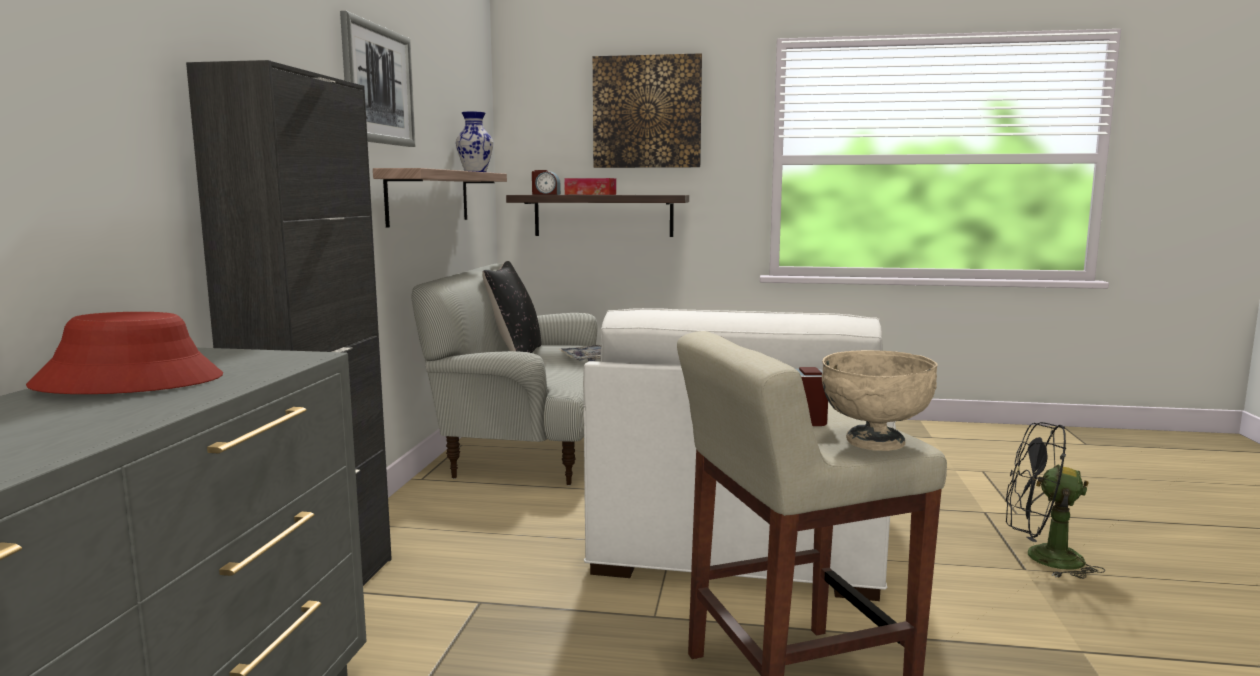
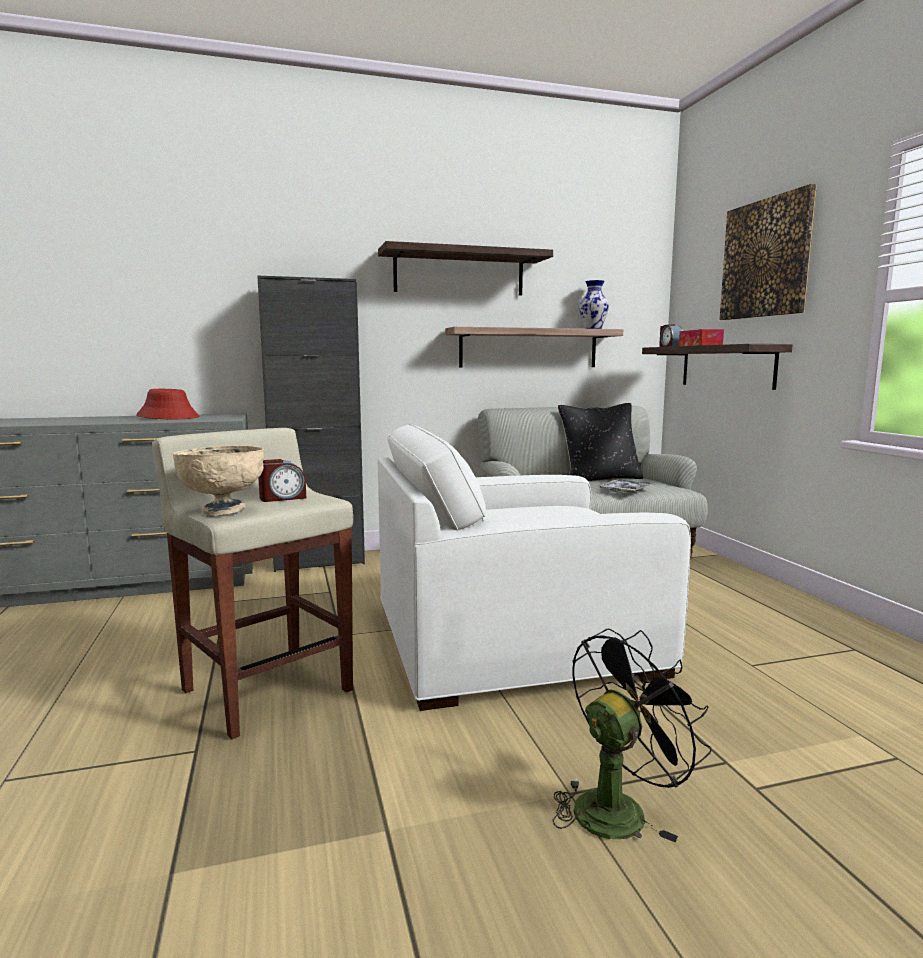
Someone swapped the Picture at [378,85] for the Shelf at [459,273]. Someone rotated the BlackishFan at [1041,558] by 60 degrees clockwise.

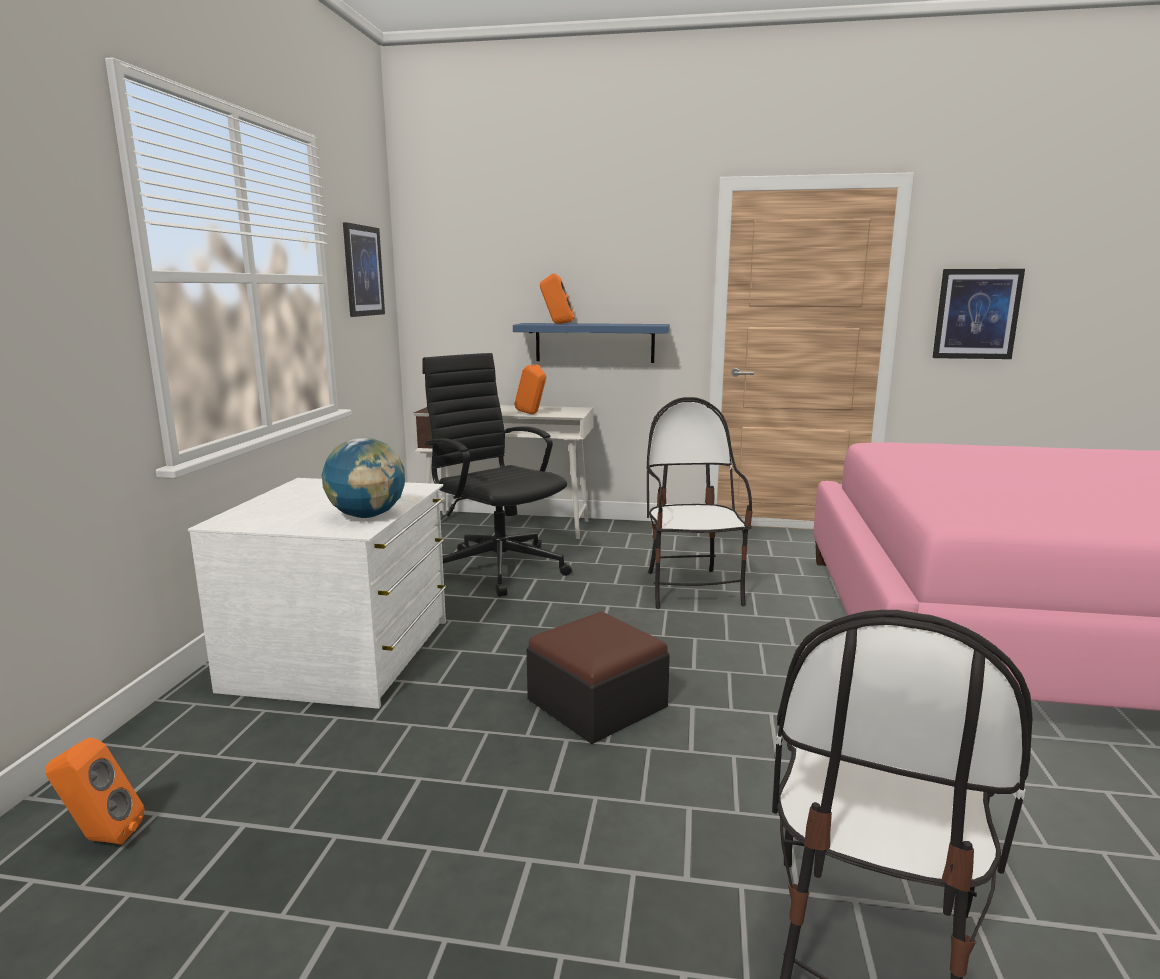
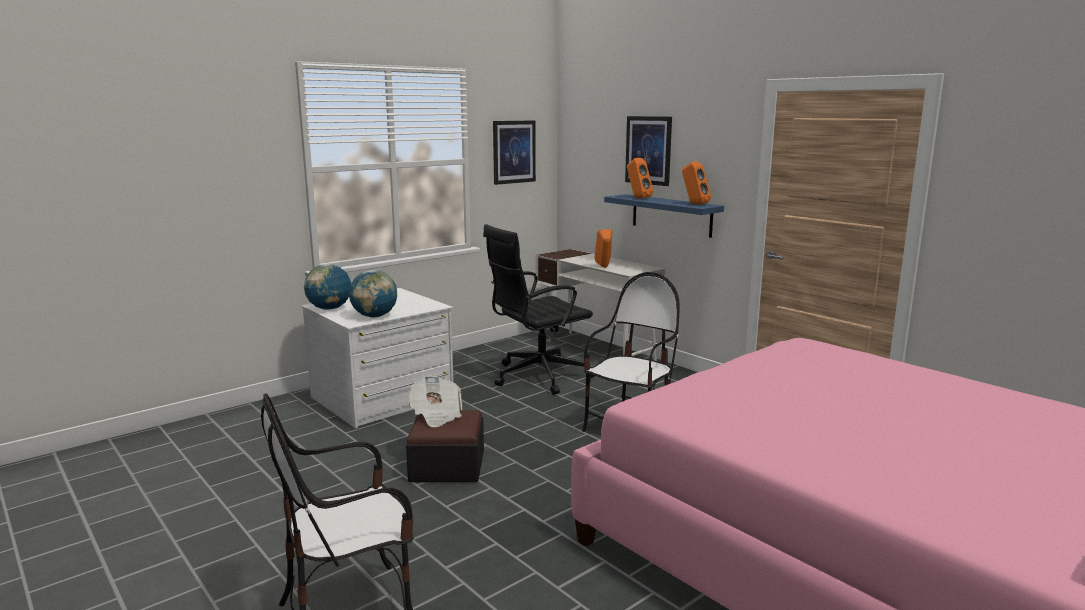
Someone put down the Globe at [329,308]. Someone put down the DailyPaper at [436,415]. Someone carried the OrangeAudioSpeaker from [101,838] to [694,204]. Someone carried the Picture from [976,314] to [648,150]. Someone rotated the BlackishOfficeChair at [498,567] by 120 degrees counterclockwise.

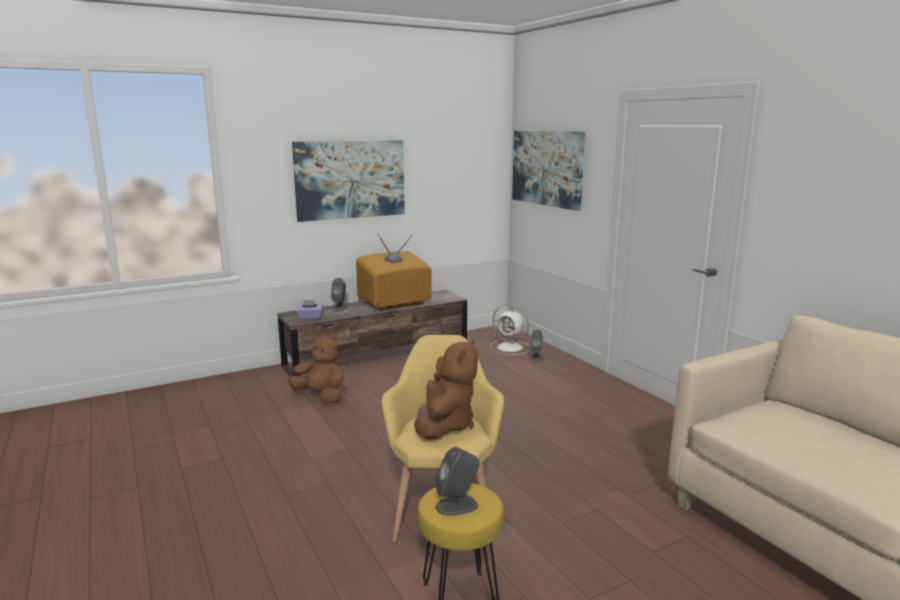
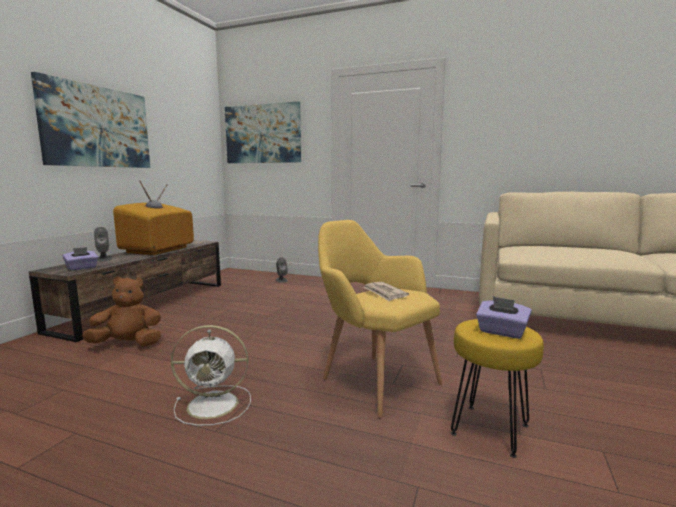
Someone carried the WhitishFan from [511,348] to [215,404]. Someone swapped the BrownColouredPlushToy at [445,425] for the DailyPaper at [384,293]. Someone swapped the GreyishAudioSpeaker at [457,505] for the PurplishBoxOfTissues at [501,332].

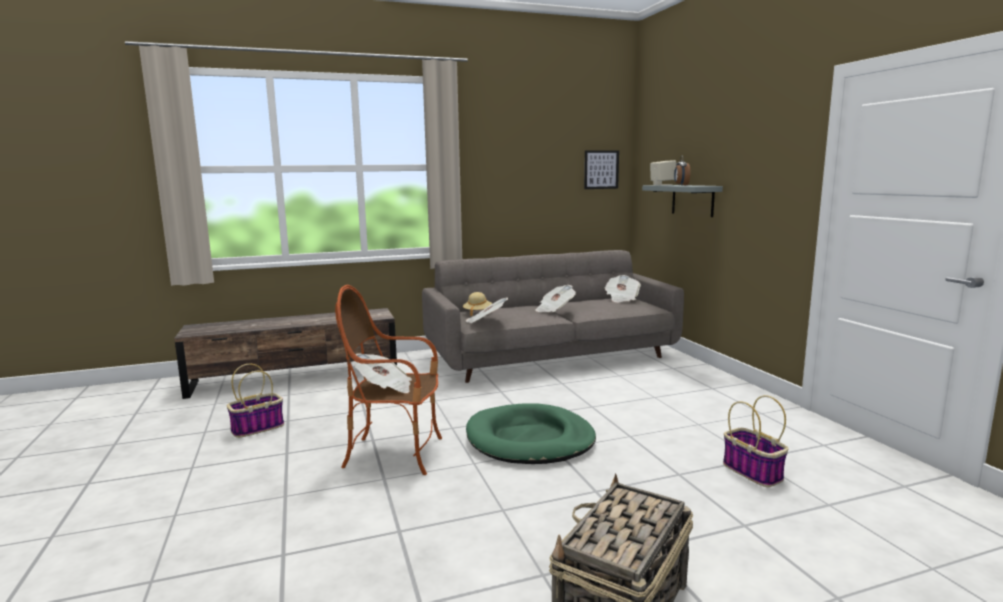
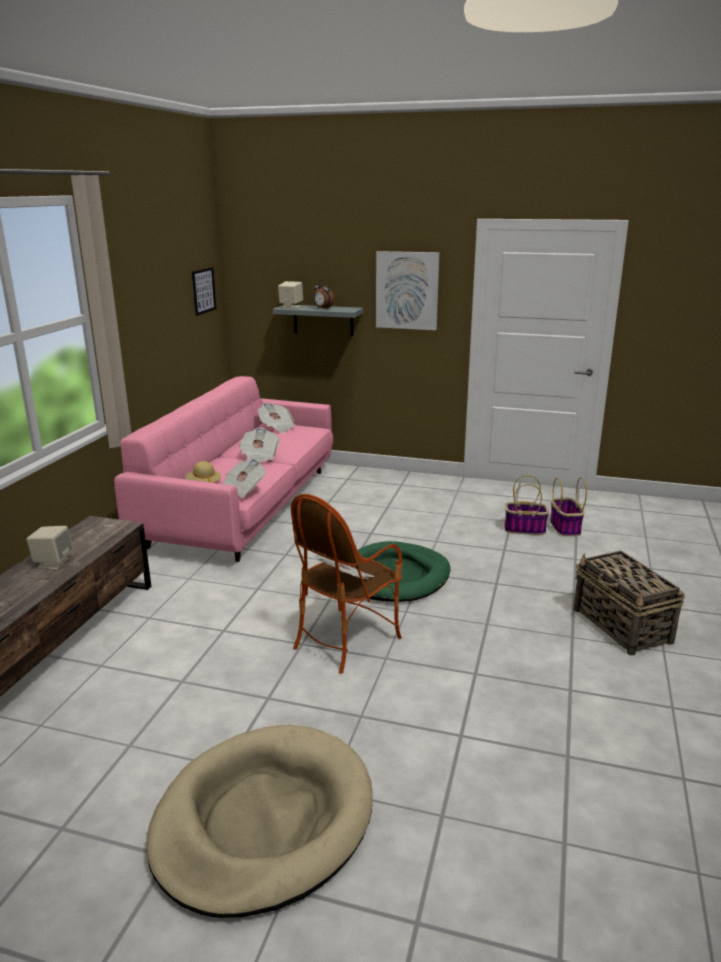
Someone put down the SandColouredAudioSpeaker at [53,563]. Someone put down the SandColouredDogCushion at [263,821]. Someone put up the Picture at [407,290]. Someone carried the StorageBasket from [258,428] to [564,527]. Someone repainted the GreyishSofa at [552,357], which became the PinkSofa at [244,506].

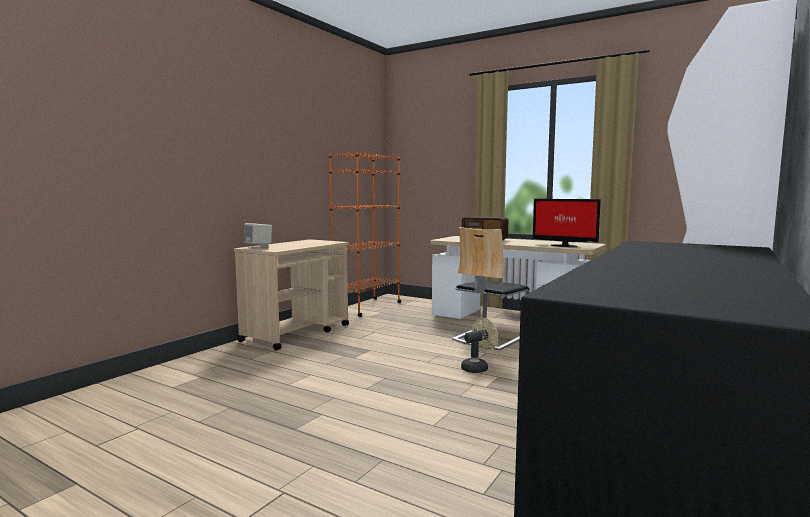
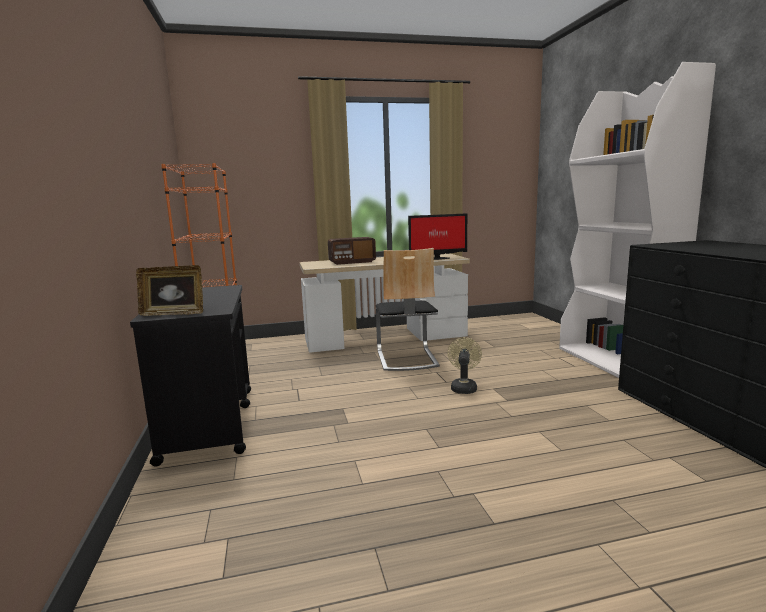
Someone swapped the SandColouredAudioSpeaker at [258,248] for the StandingFrame at [173,313]. Someone repainted the SandColouredWheeledCart at [297,333], which became the BlackishWheeledCart at [210,422].

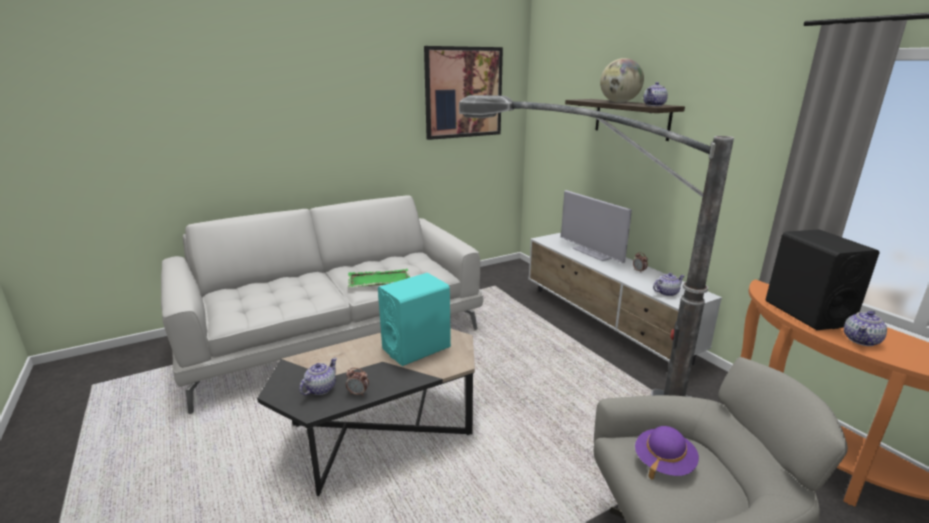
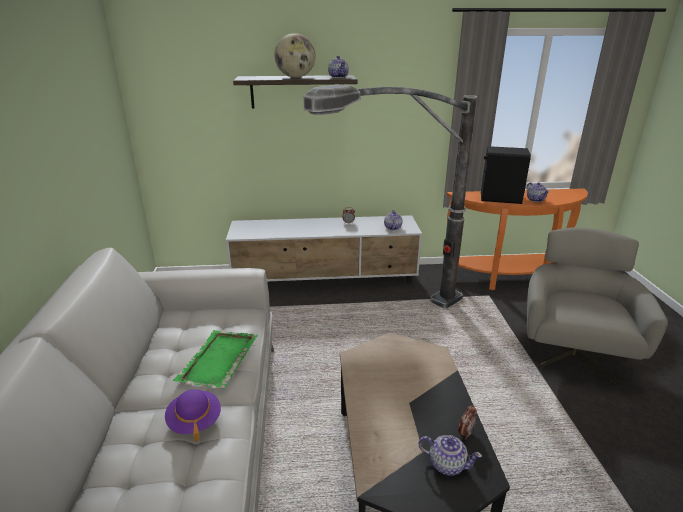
Someone took away the BlueGreenAudioSpeaker at [416,348]. Someone took away the Picture at [463,93]. Someone took away the TvSet at [592,253]. Someone carried the PurplishHat from [663,462] to [194,421]. Someone rotated the PotForTea at [320,389] by 150 degrees clockwise.

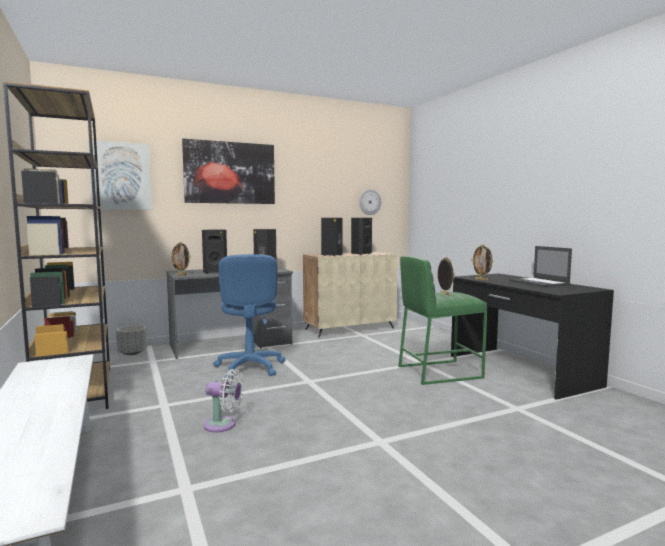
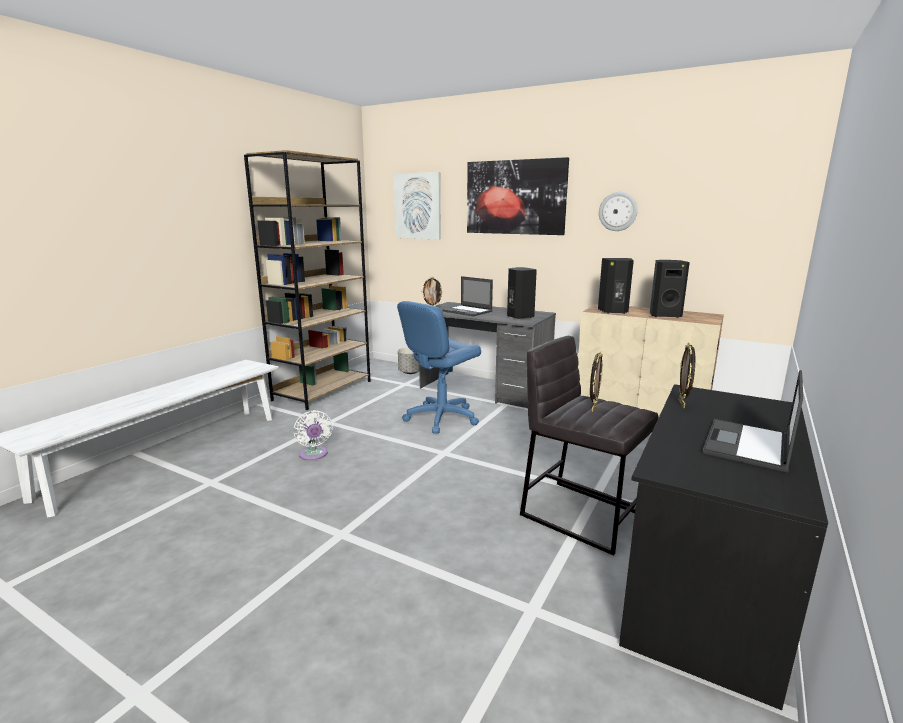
Someone carried the WallClock from [369,202] to [618,211]. Someone swapped the BlackishAudioSpeaker at [215,272] for the Laptop at [468,311]. Someone repainted the GreenStool at [438,372], which became the GreyishStool at [582,514].

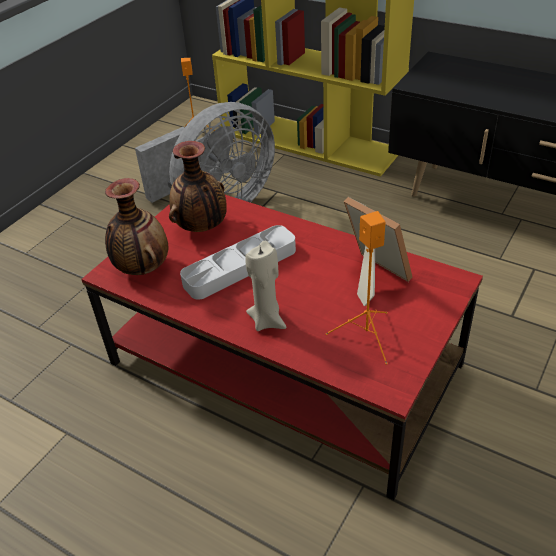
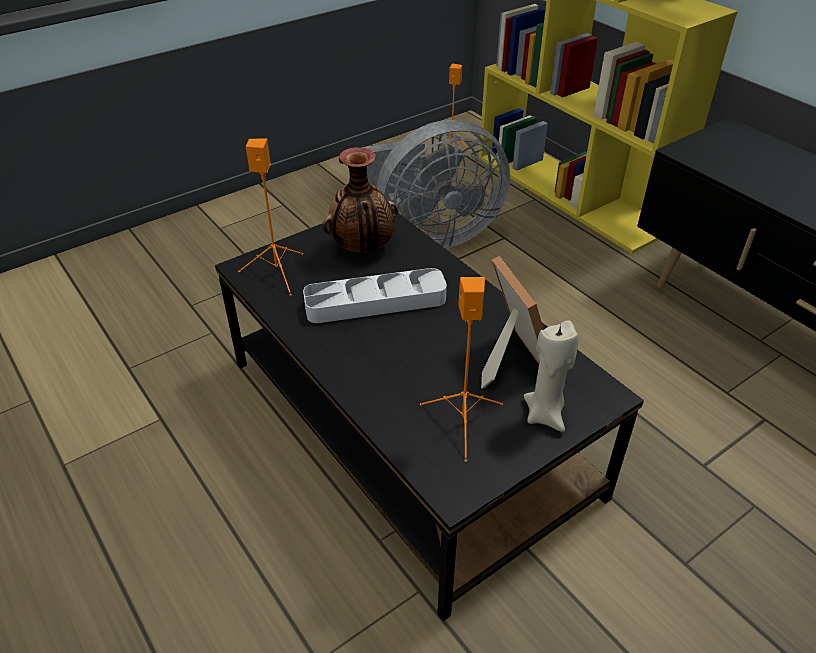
Someone carried the SandColouredCandle from [267,320] to [545,414]. Someone swapped the FlowerVase at [142,268] for the OrangeAudioSpeaker at [277,272]. Someone repainted the RedLoungeTable at [281,363], which became the BlackishLoungeTable at [405,424].

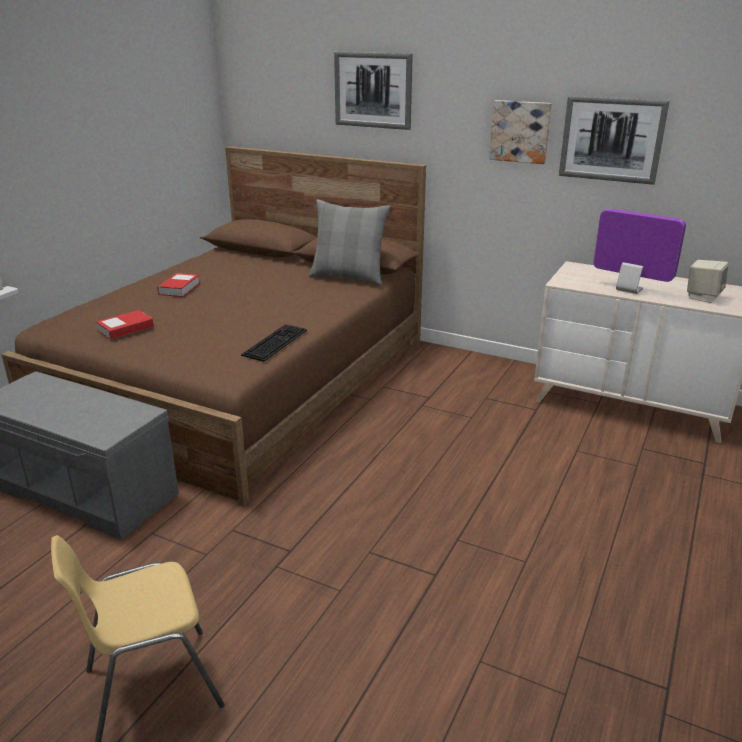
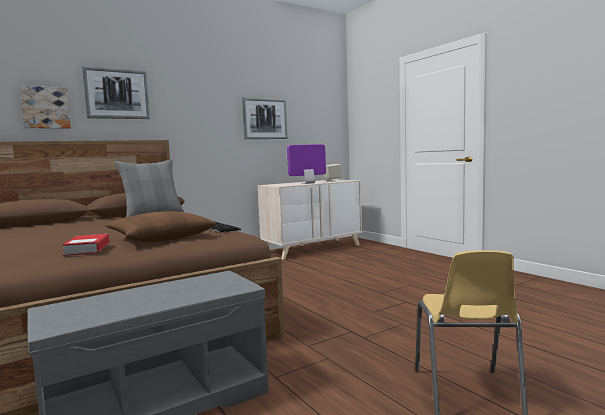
Someone took away the Book at [179,289]. Someone put down the BrownColouredPillow at [160,237]. Someone carried the Picture from [520,131] to [45,108].

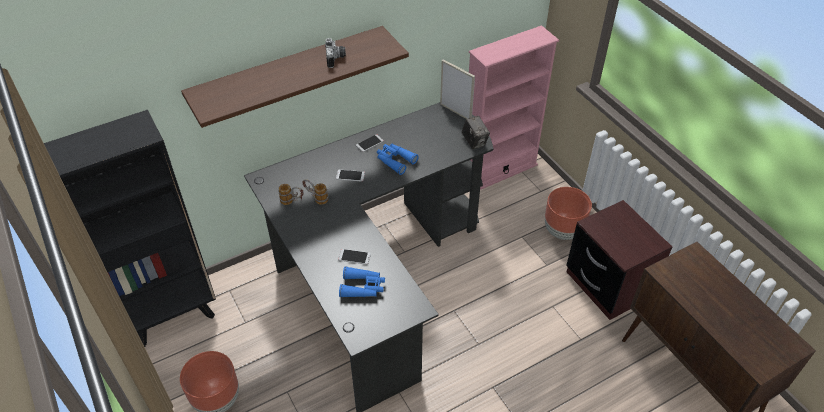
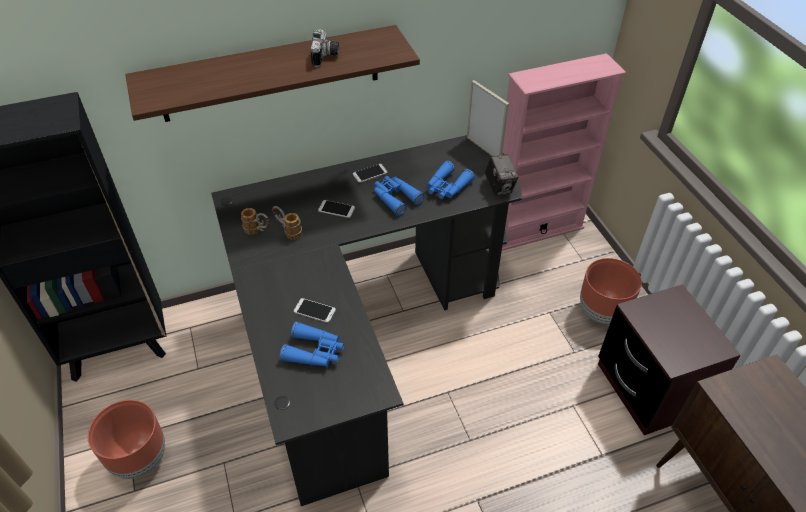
Someone put down the BlueColouredPairOfBinoculars at [447,187].

